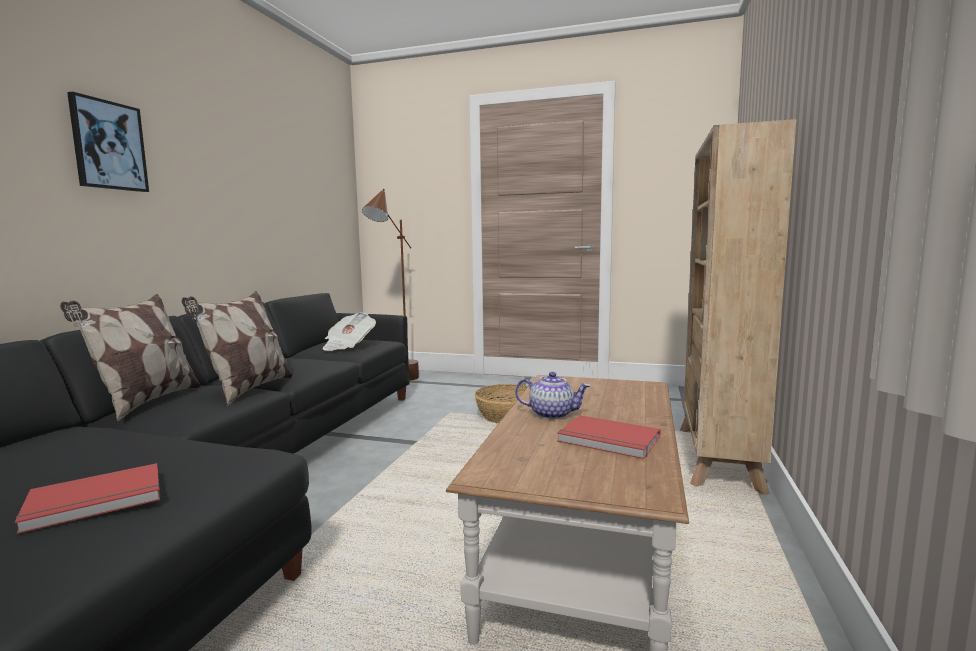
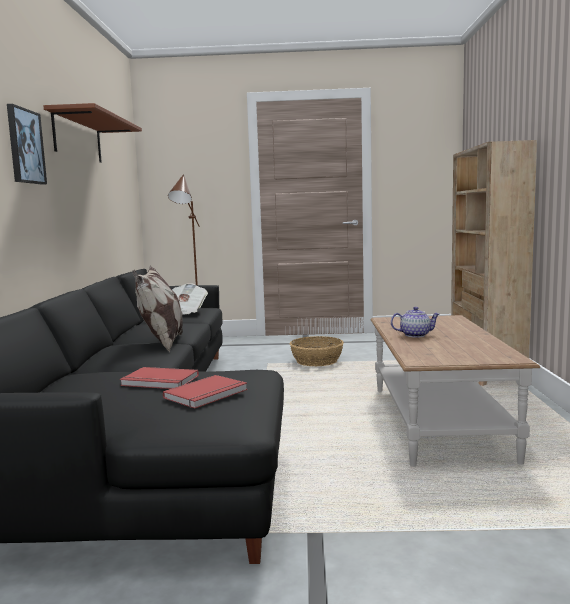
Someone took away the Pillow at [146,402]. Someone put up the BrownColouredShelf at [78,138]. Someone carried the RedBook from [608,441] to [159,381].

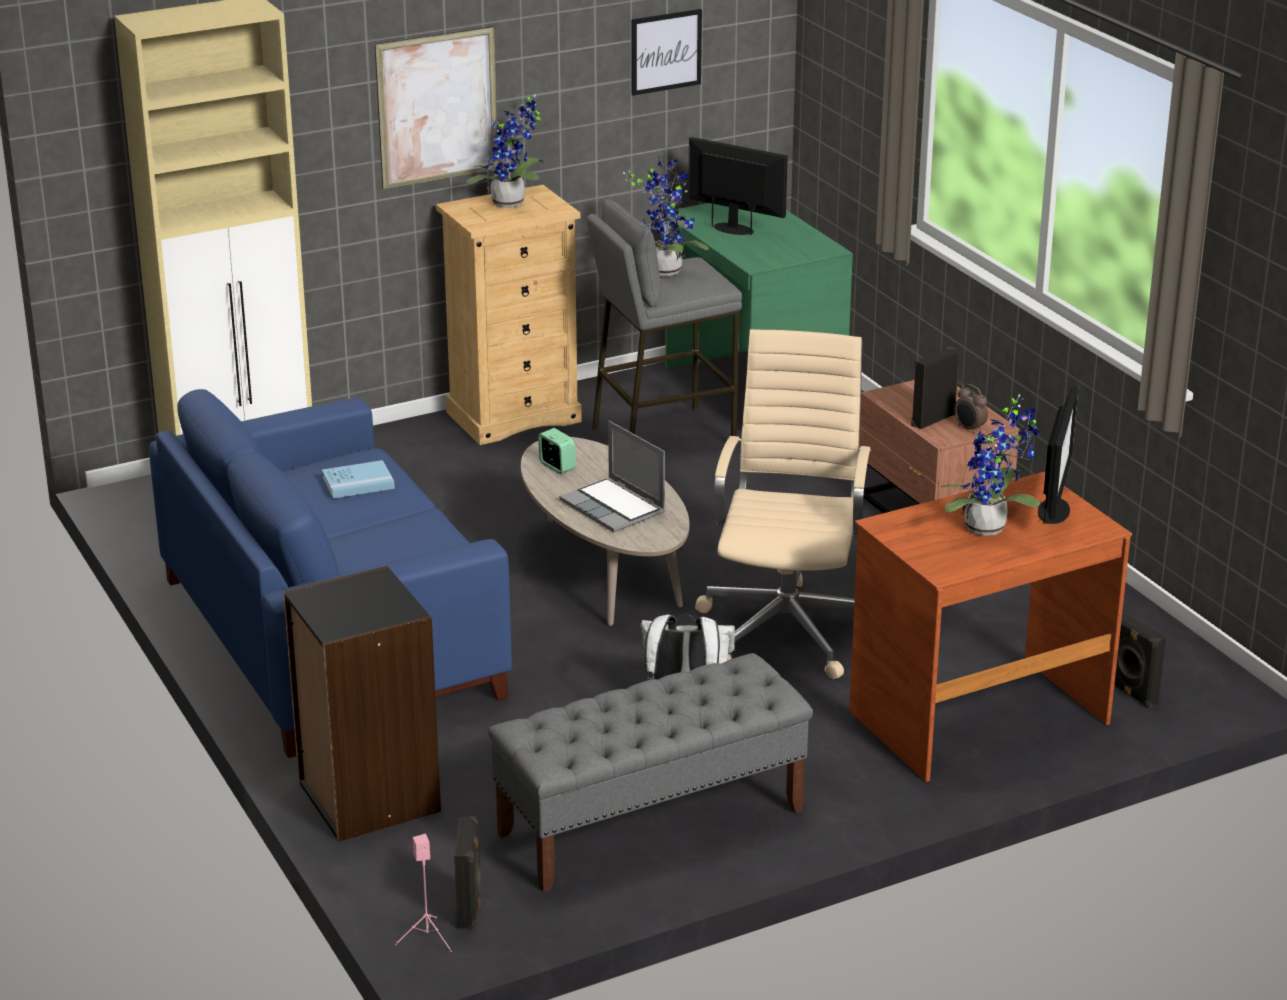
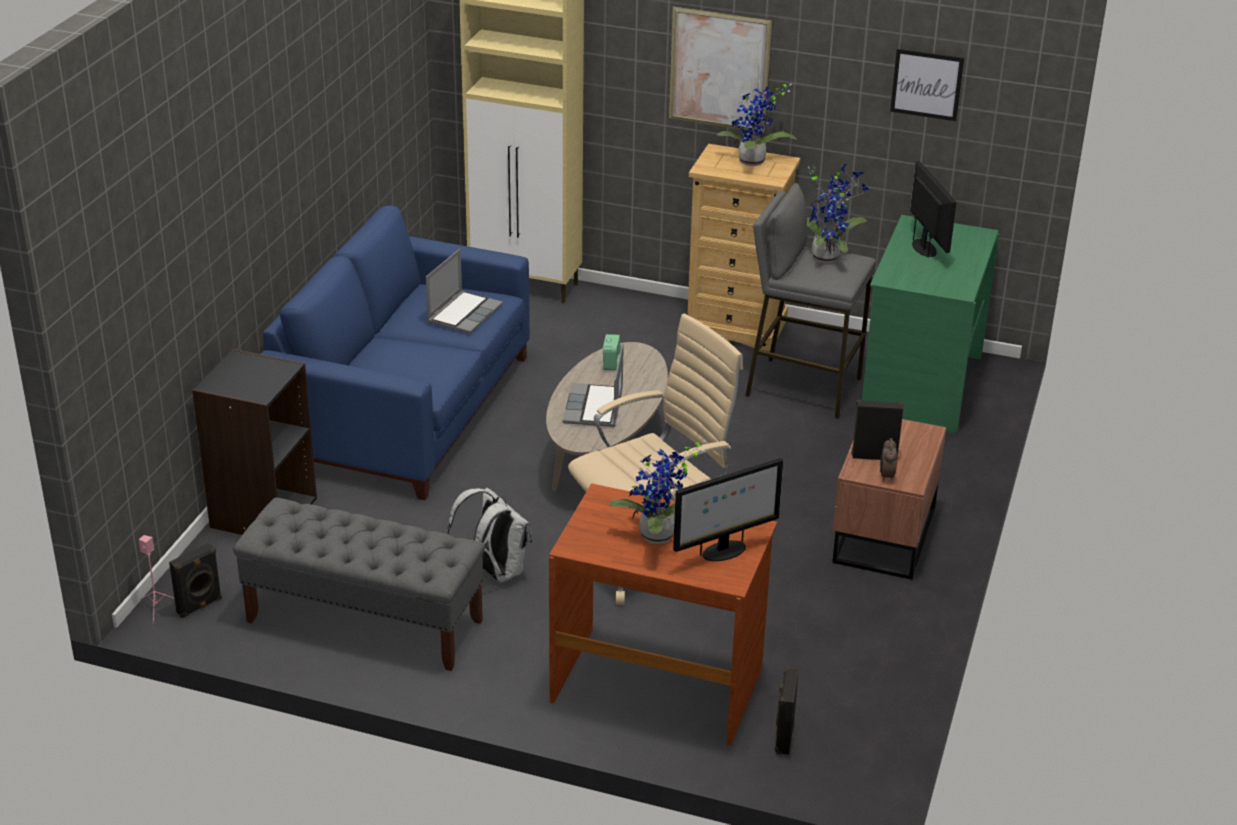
Someone swapped the BlueColouredBook at [358,482] for the Laptop at [464,313].

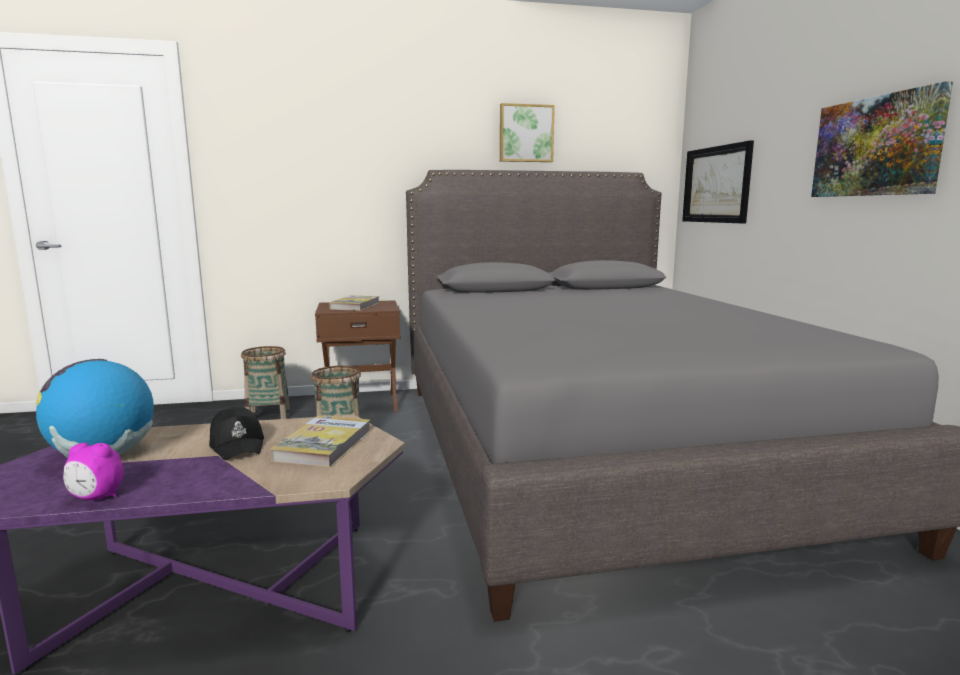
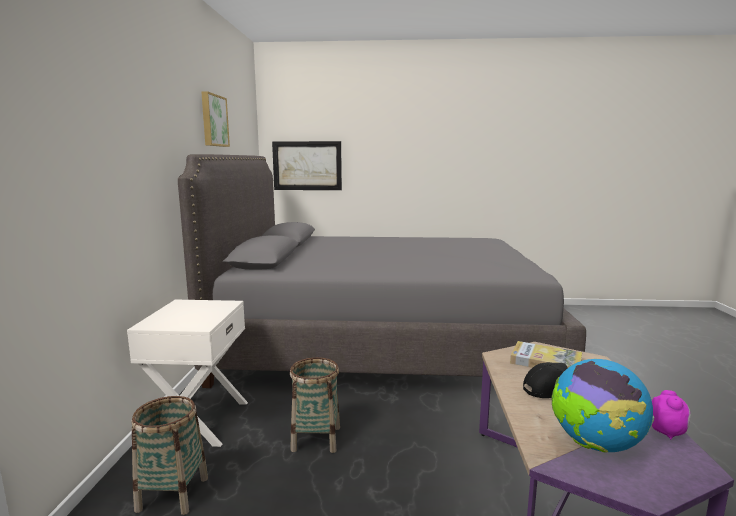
Someone took away the Book at [355,306]. Someone took away the Picture at [876,146]. Someone repainted the BrownColouredNightTable at [362,403], which became the WhitishNightTable at [198,421].

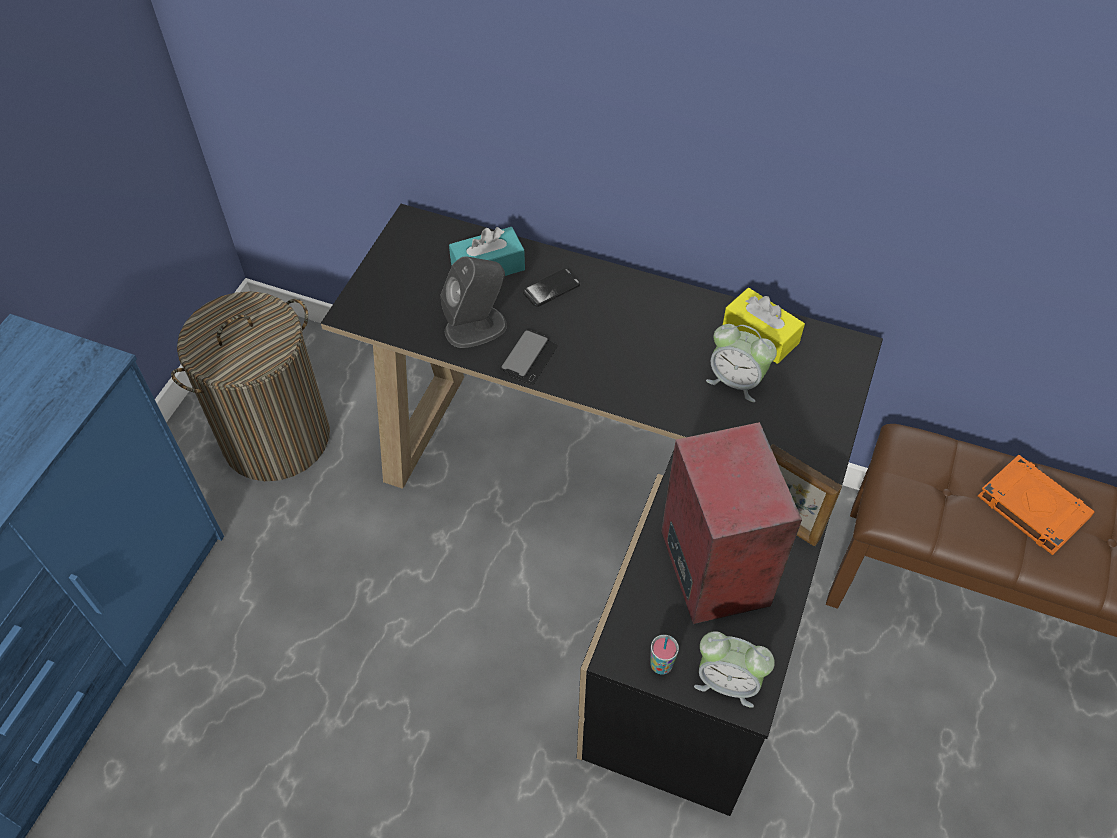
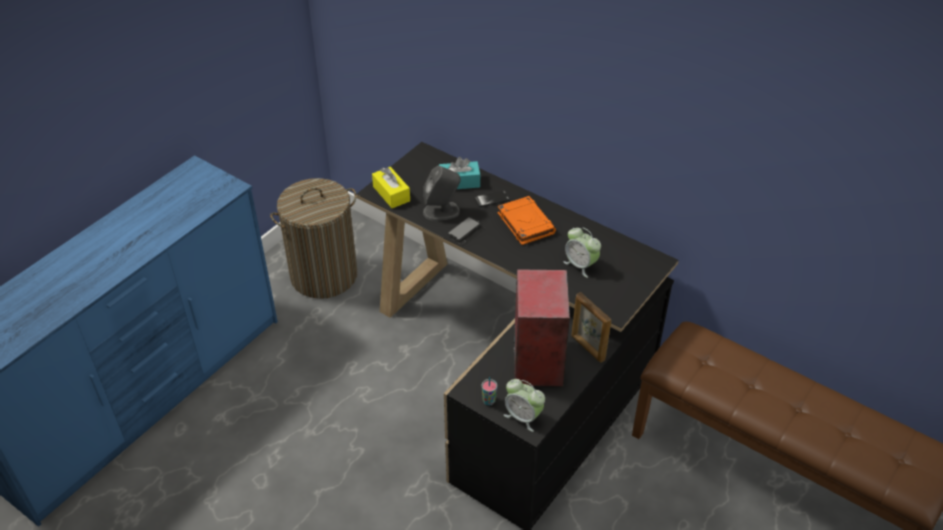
Someone carried the YellowBoxOfTissues from [760,335] to [391,194]. Someone carried the OrangeBook from [1031,507] to [525,223].

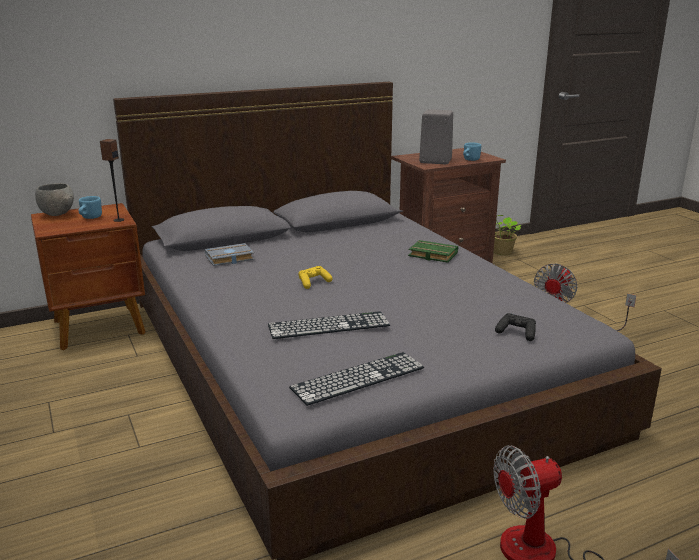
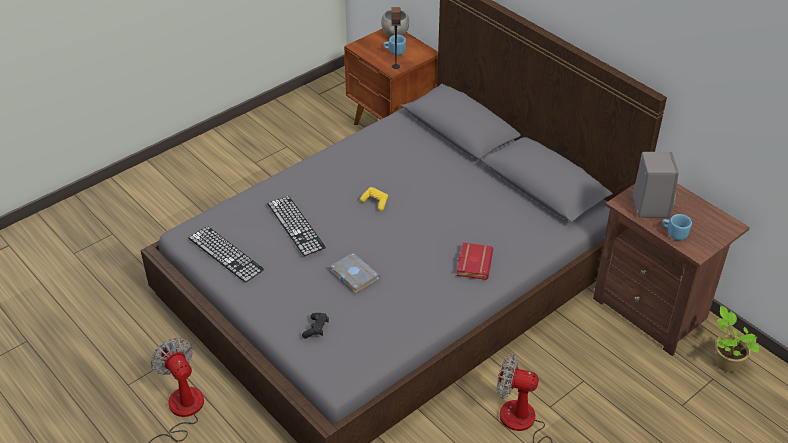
Someone carried the GreyishBook from [229,259] to [353,275]. Someone repainted the GreenBook at [431,255], which became the RedBook at [473,263].

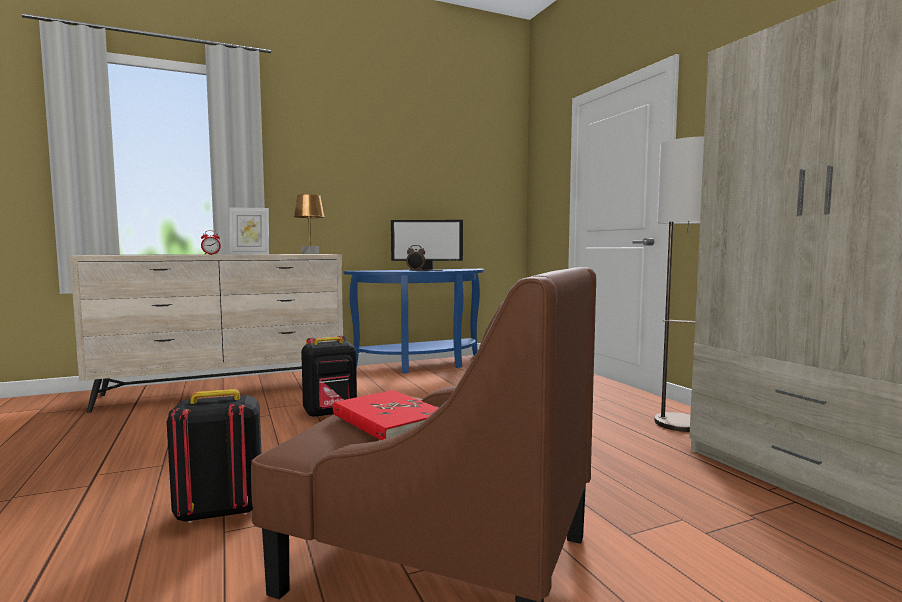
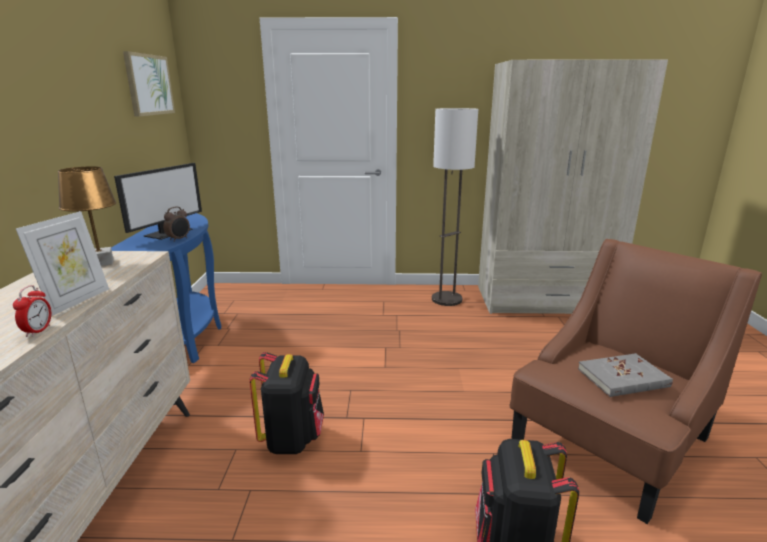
Someone put up the Picture at [149,85]. Someone repainted the RedBook at [388,420], which became the GreyishBook at [623,378].

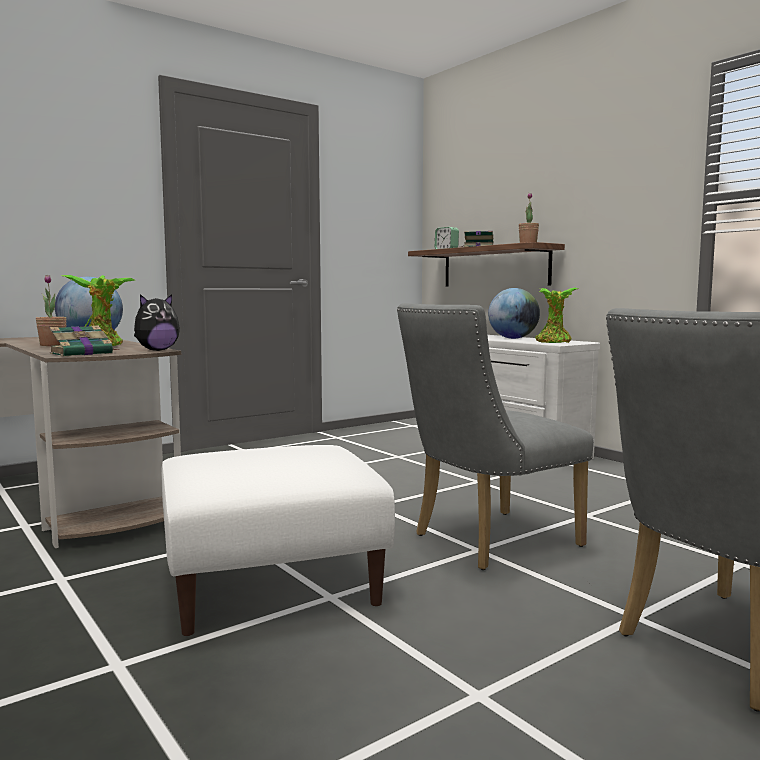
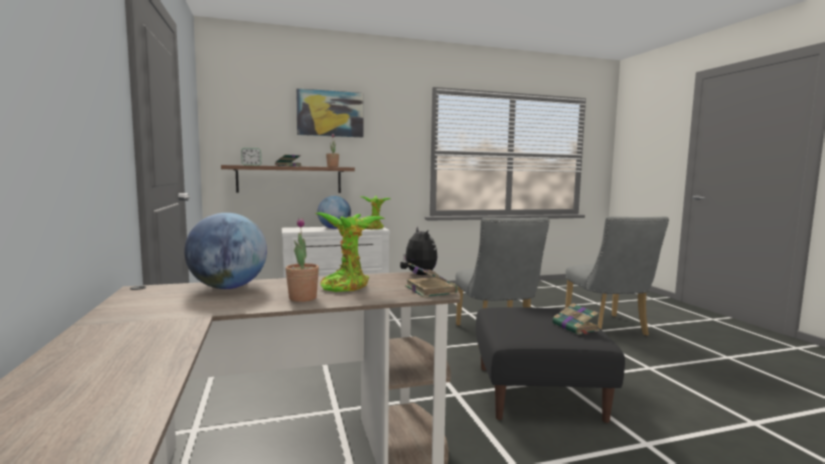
Someone put up the Picture at [330,113]. Someone put down the Book at [575,327]. Someone repainted the WhitishFootrest at [272,581], which became the BlackishFootrest at [537,391].

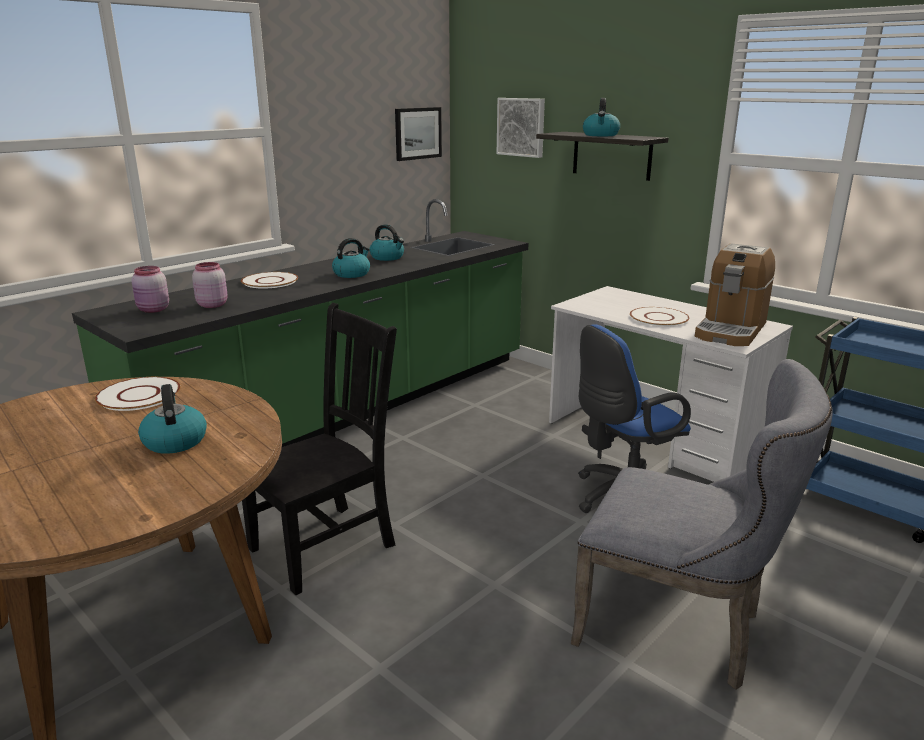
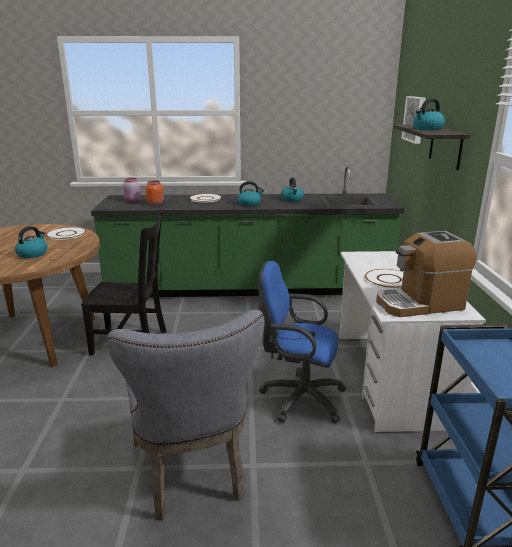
Someone took away the Picture at [417,133]. Someone repainted the PinkStorageJar at [212,305], which became the OrangeStorageJar at [155,203].

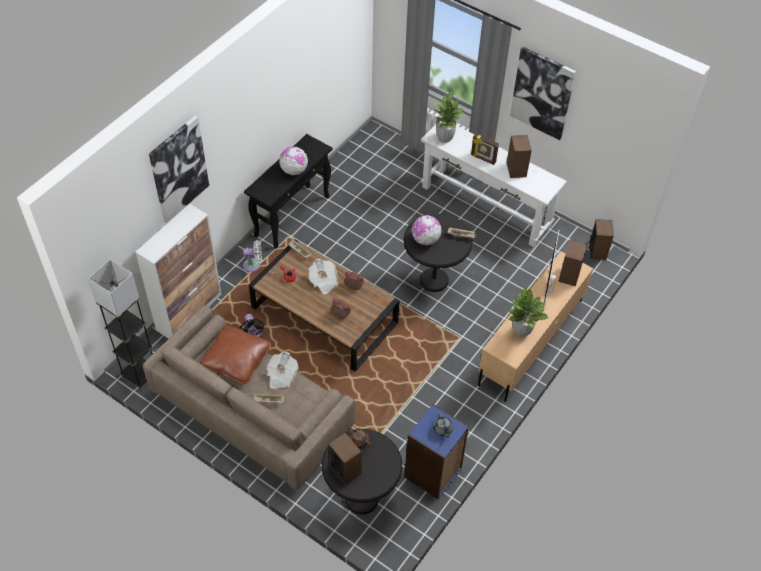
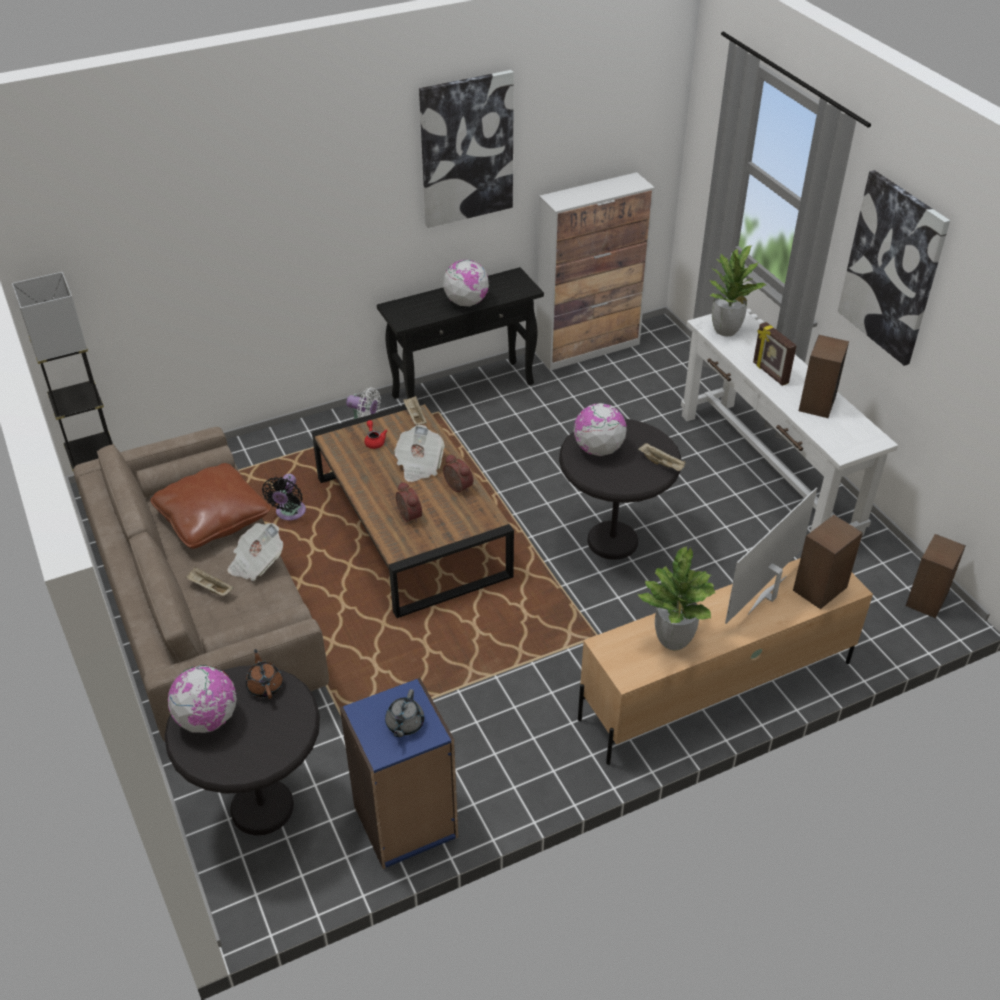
Someone carried the StorageCabinet from [189,312] to [588,348]. Someone carried the Picture from [178,169] to [466,149]. Someone swapped the AudioSpeaker at [345,469] for the Globe at [208,719].

